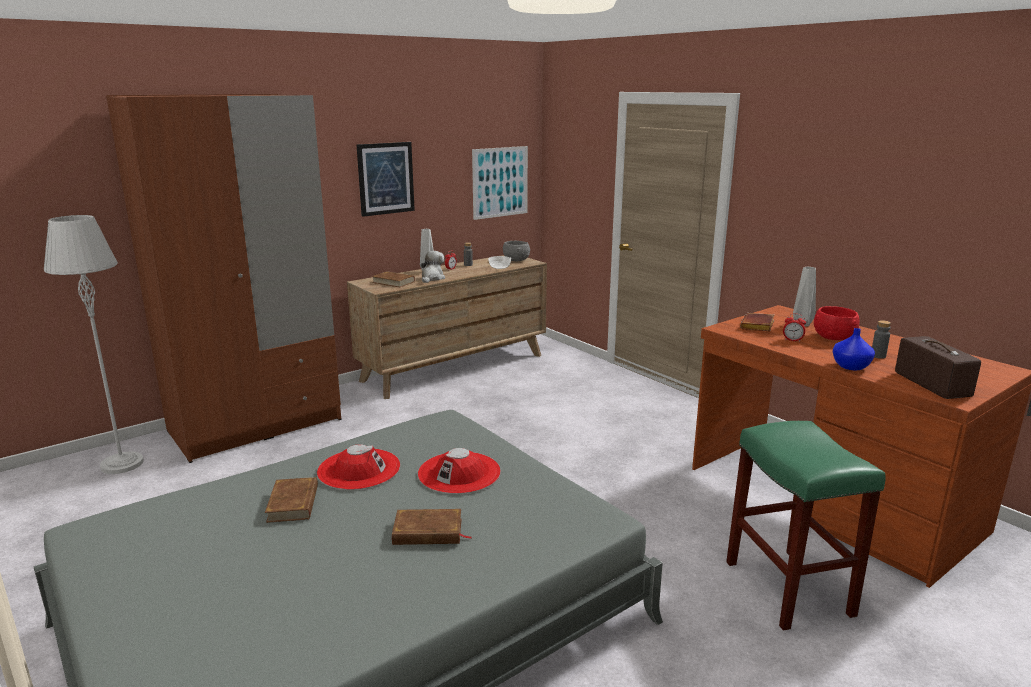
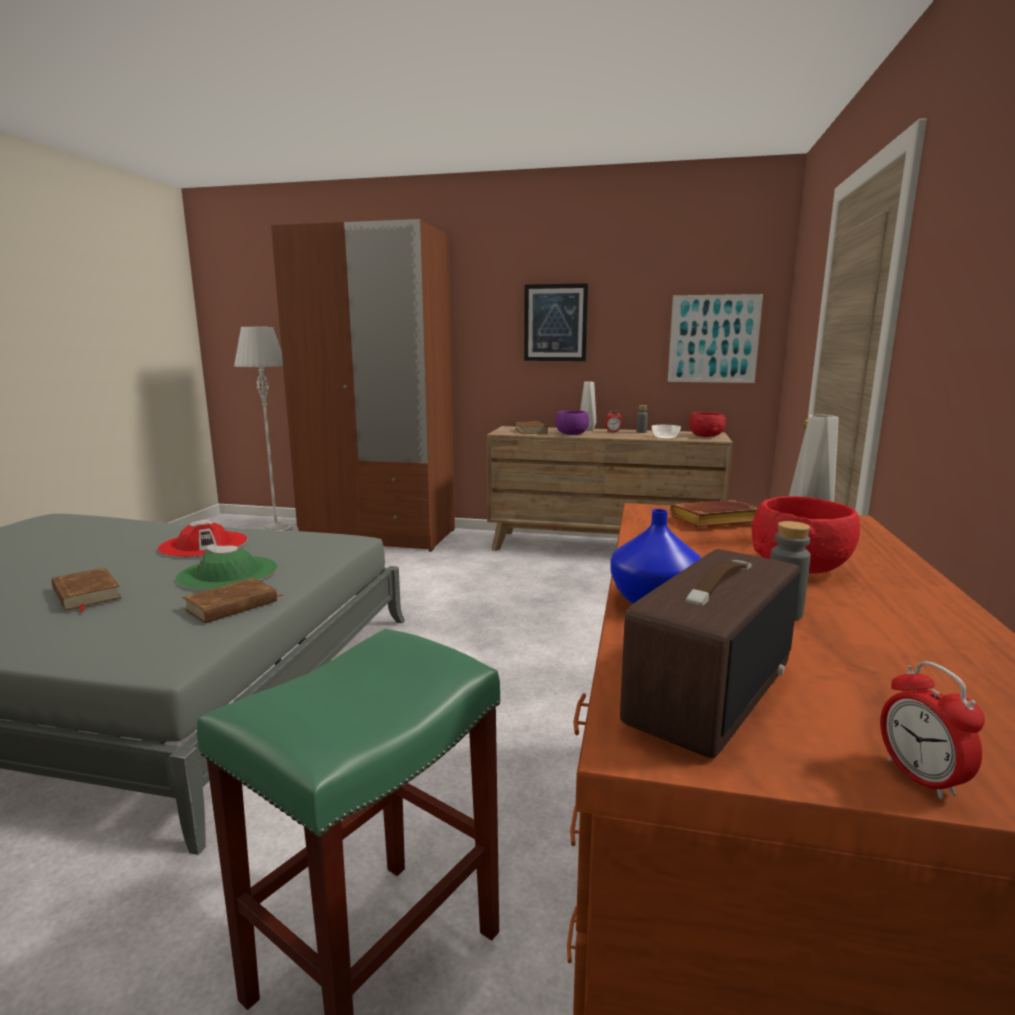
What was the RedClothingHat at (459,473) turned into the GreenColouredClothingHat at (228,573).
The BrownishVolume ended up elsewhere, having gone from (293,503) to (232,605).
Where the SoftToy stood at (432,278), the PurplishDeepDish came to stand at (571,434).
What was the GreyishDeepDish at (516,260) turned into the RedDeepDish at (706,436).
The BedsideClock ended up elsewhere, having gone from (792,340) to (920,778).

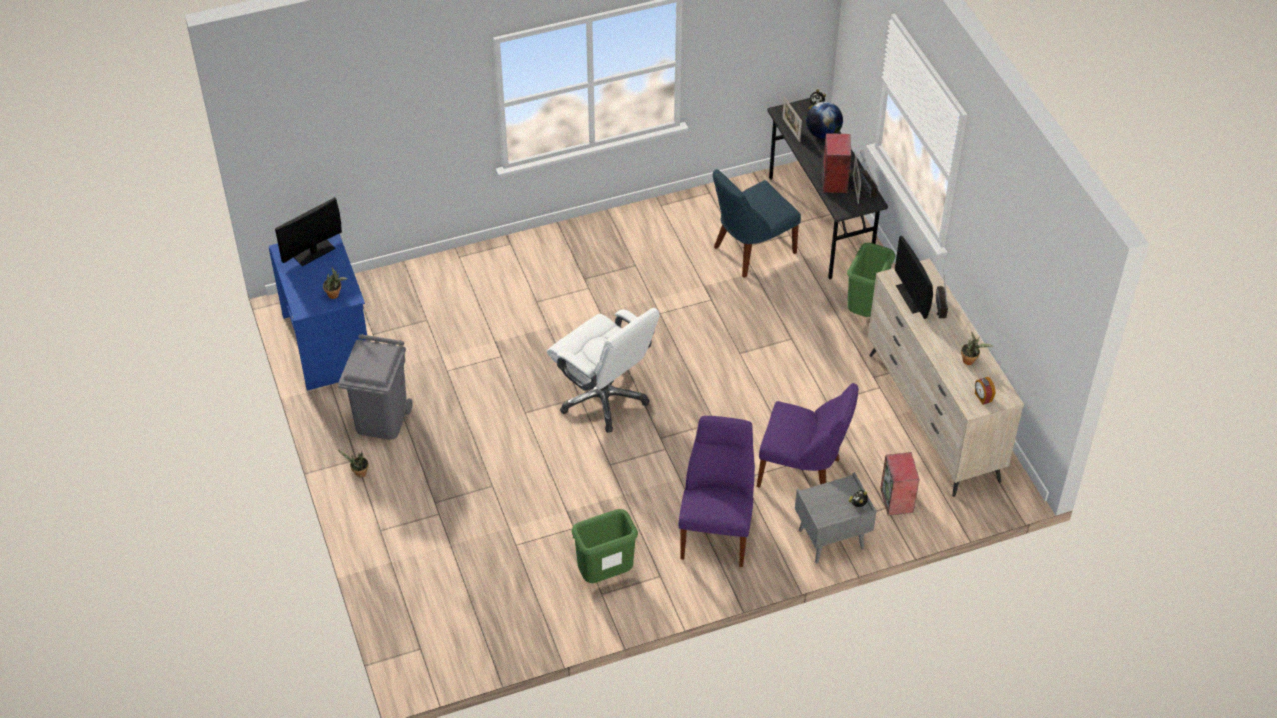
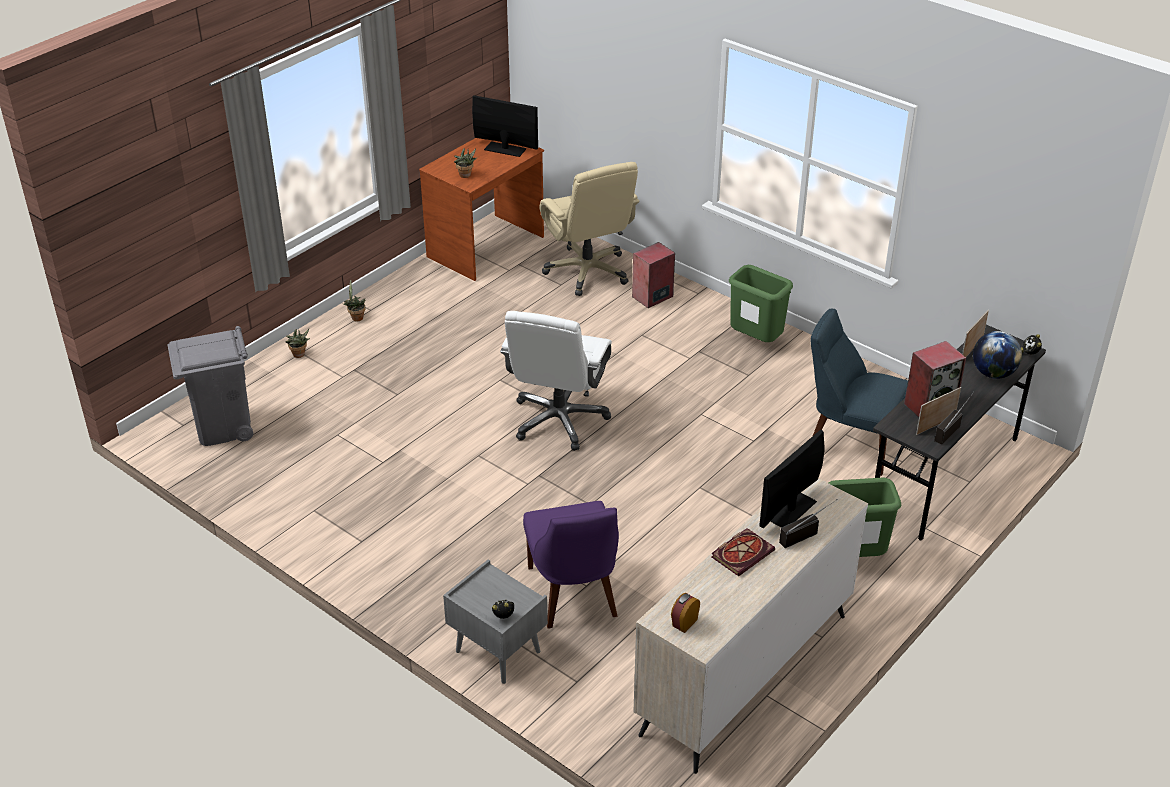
The GreyishRubbishBin ended up elsewhere, having gone from (382,420) to (223,427).
The Houseplant ended up elsewhere, having gone from (970,360) to (299,355).
What was the BlueDesk at (329,344) turned into the BrownishDesk at (486,247).
The second view gained the BeigeComputerChair at (588,271).
The Speaker ended up elsewhere, having gone from (897,501) to (652,297).
The second view gained the Volume at (742,553).
The GreenColouredRubbishBin ended up elsewhere, having gone from (605,574) to (756,341).
The second view lost the PurplishPlainChair at (717,530).

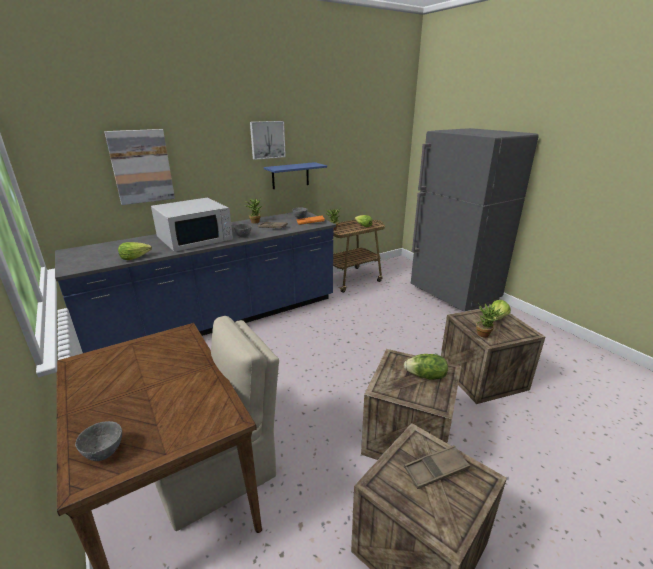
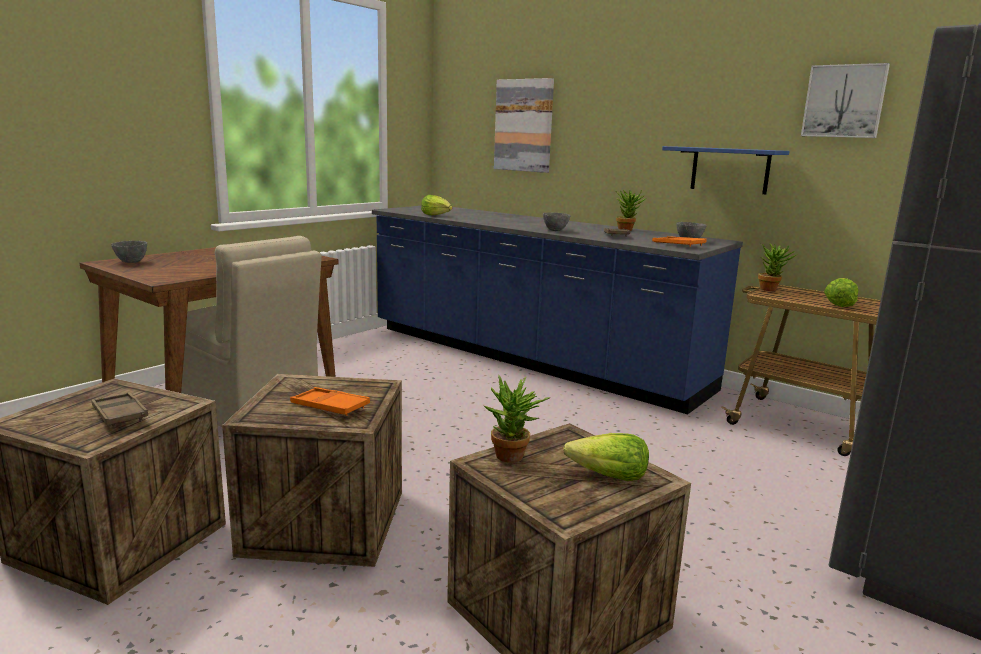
Where the LettuceHead stood at (426,376), the OrangeColouredCarryingTray came to stand at (329,407).
The WallPicture ended up elsewhere, having gone from (267,139) to (844,101).
The second view lost the WhiteMicrowaveOven at (195,239).

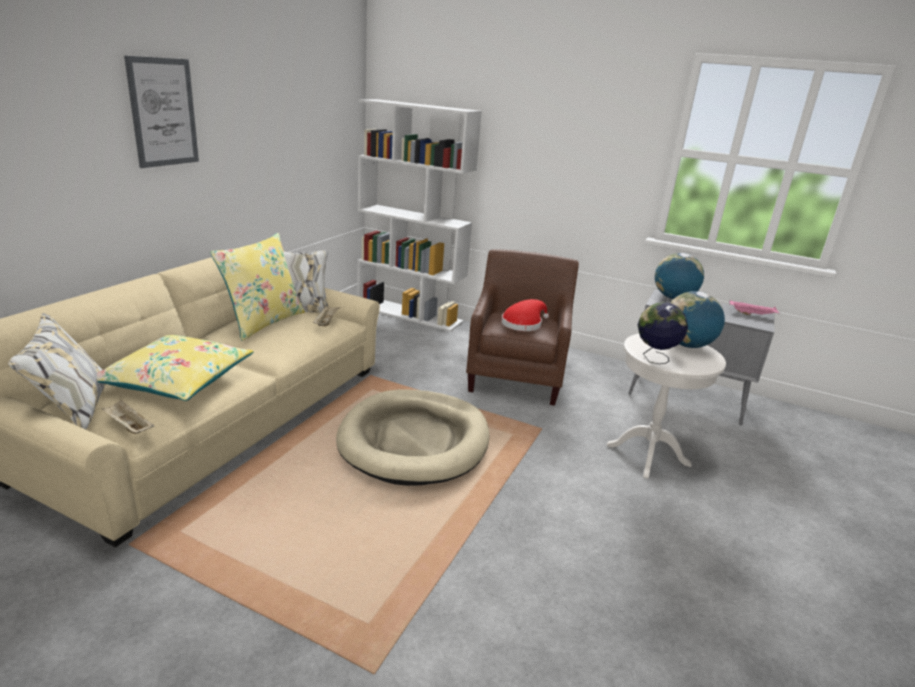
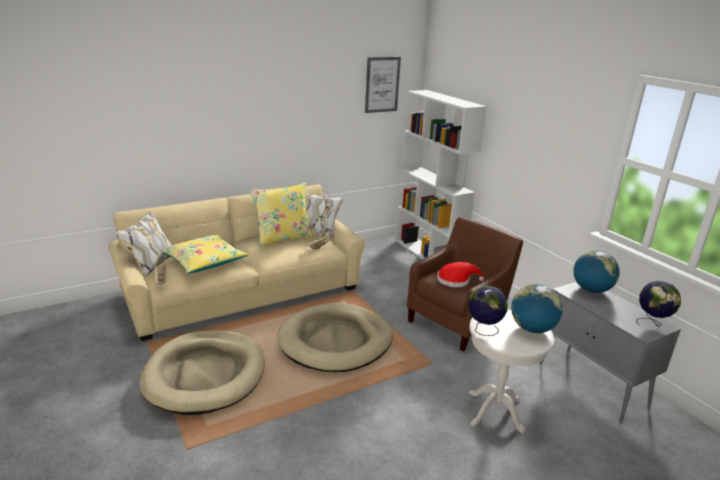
The second view gained the BeigeDogCushion at (205,374).
The WallPicture ended up elsewhere, having gone from (163,112) to (382,84).
Where the PinkishCarryingTray stood at (752,314), the Globe came to stand at (652,323).

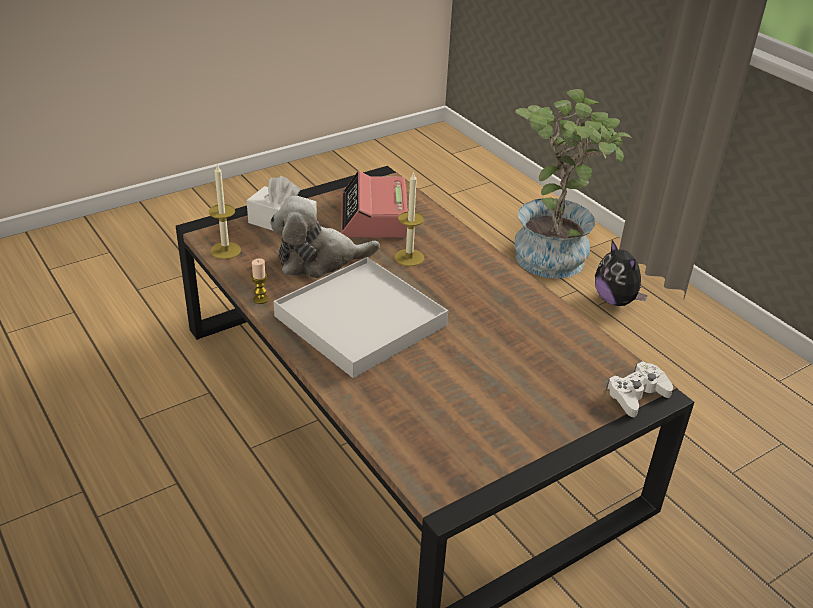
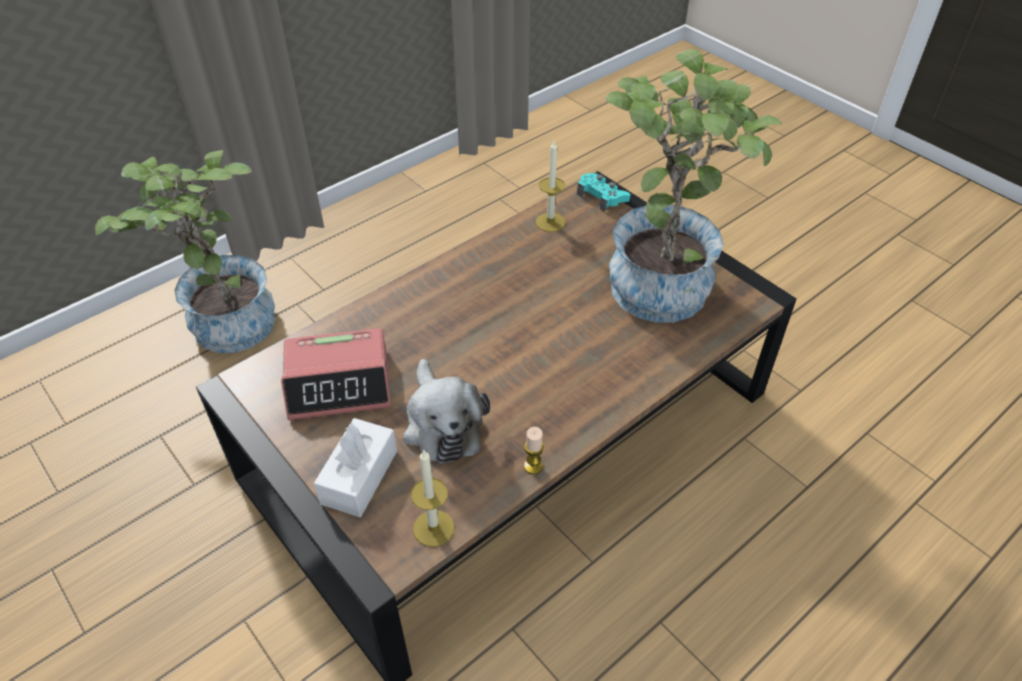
The WaxCandle ended up elsewhere, having gone from (409,257) to (550,222).
What was the WhiteGameController at (636,395) turned into the BlueGreenGameController at (602,196).
The second view gained the Houseplant at (663,278).
The second view lost the WhiteCarryingTray at (360,321).
The second view lost the SoftToy at (616,300).

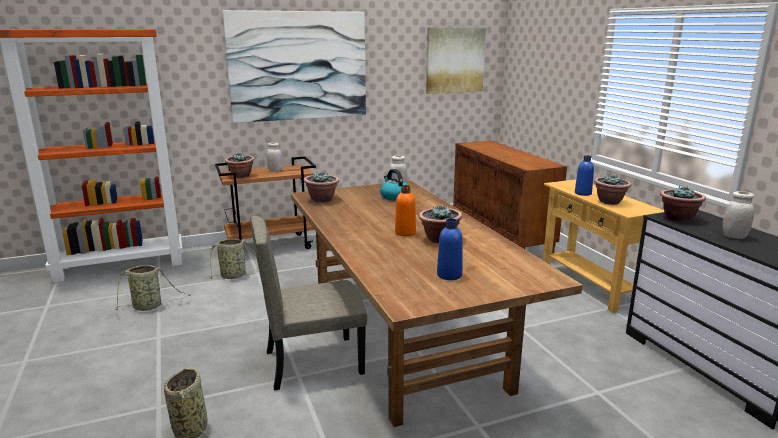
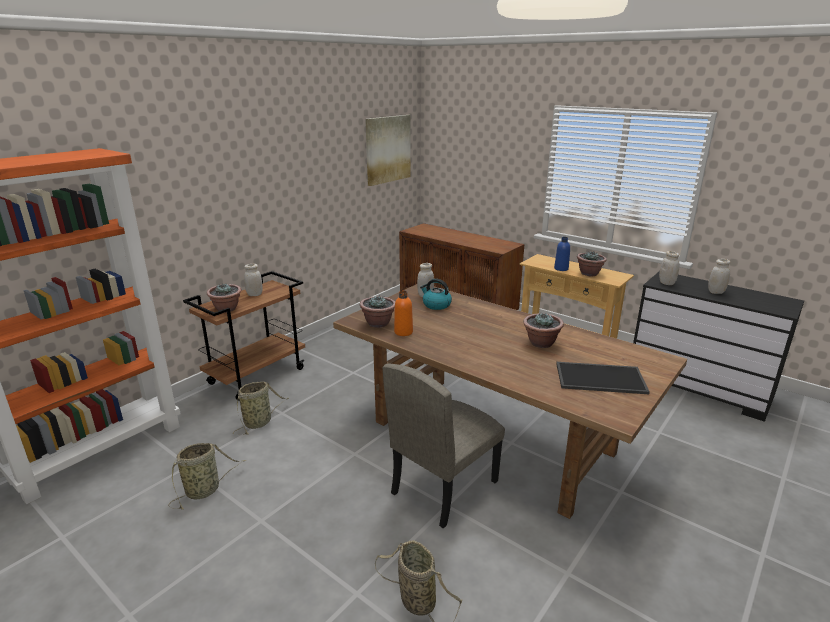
The OrangeColouredBottle ended up elsewhere, having gone from (405,233) to (403,332).
Where the BlueBottle stood at (449,275), the CarryingTray came to stand at (601,377).
Where the Houseplant stood at (678,218), the WhiteStorageJar came to stand at (666,283).
The second view lost the WallPicture at (298,66).

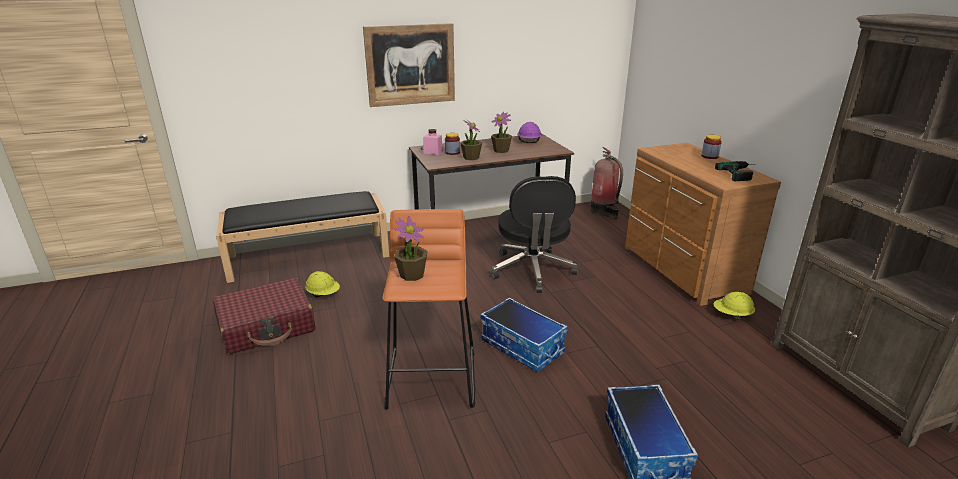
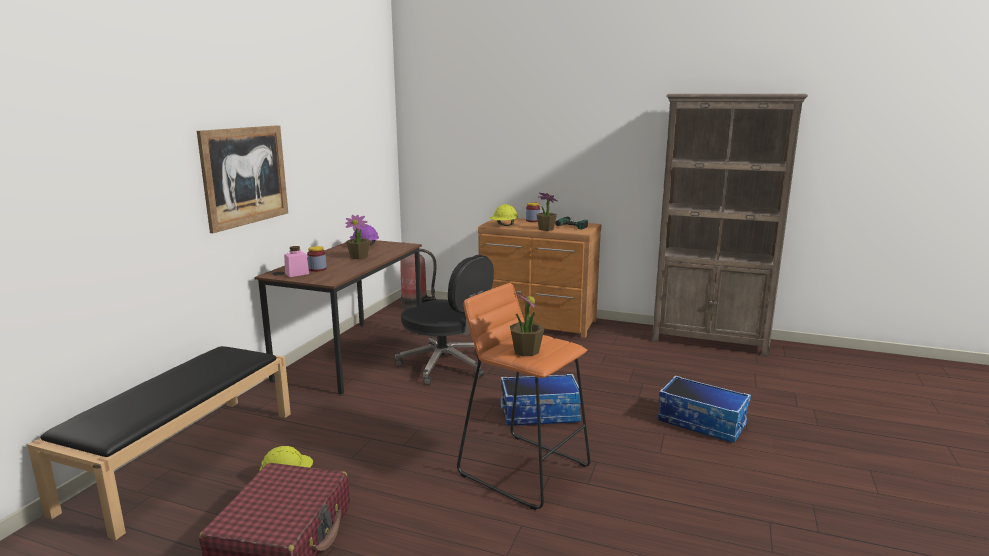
The YellowishHardHat ended up elsewhere, having gone from (732,315) to (503,225).
The Houseplant ended up elsewhere, having gone from (471,157) to (546,229).

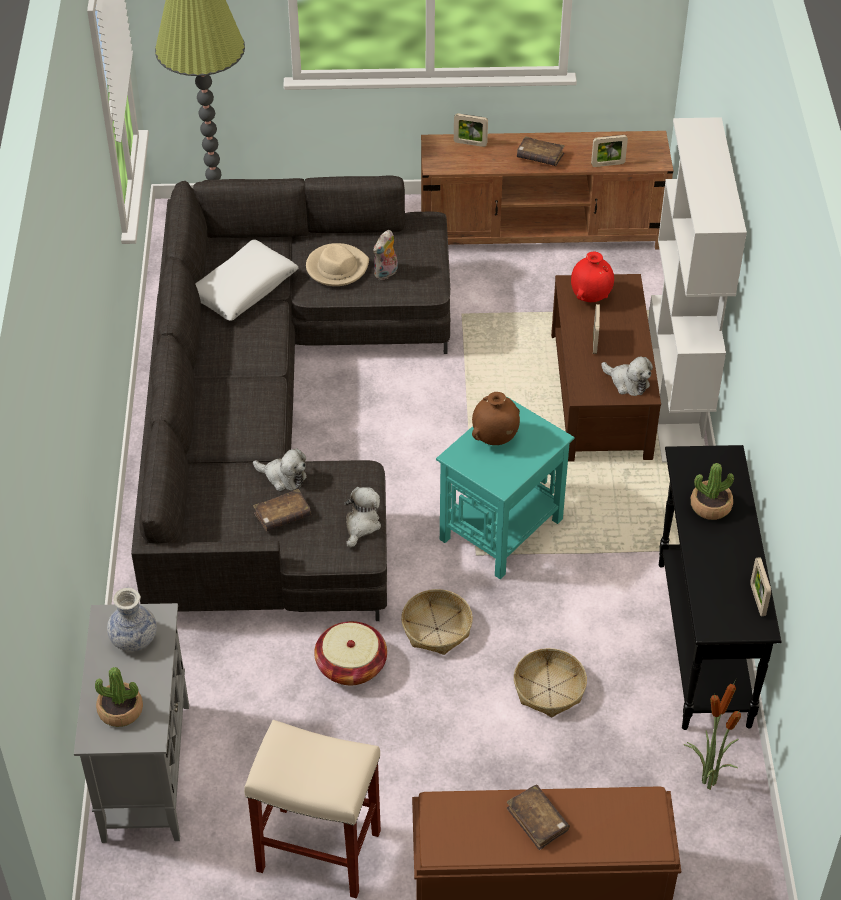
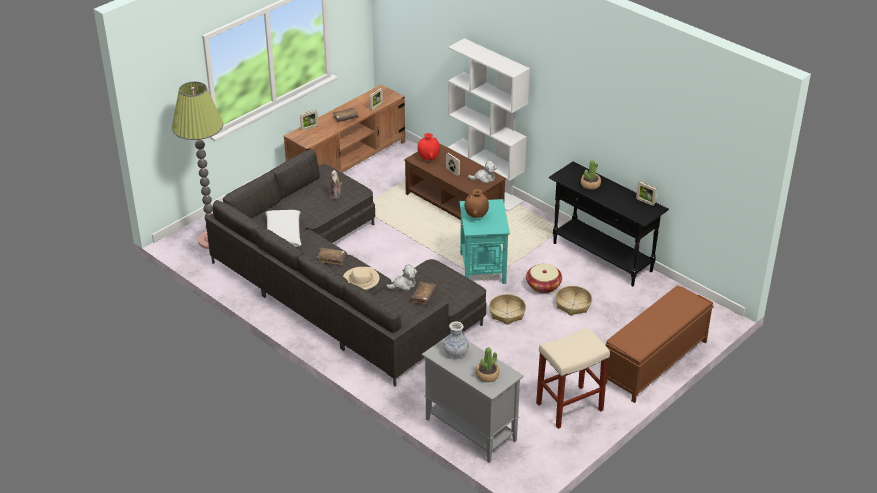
The BrownishVolume ended up elsewhere, having gone from (537,821) to (331,259).
The BeigeClothingHat ended up elsewhere, having gone from (337,267) to (361,280).
The HouseholdBasket ended up elsewhere, having gone from (351,665) to (543,286).
The second view lost the SoftToy at (361,525).
The second view lost the Houseplant at (707,780).

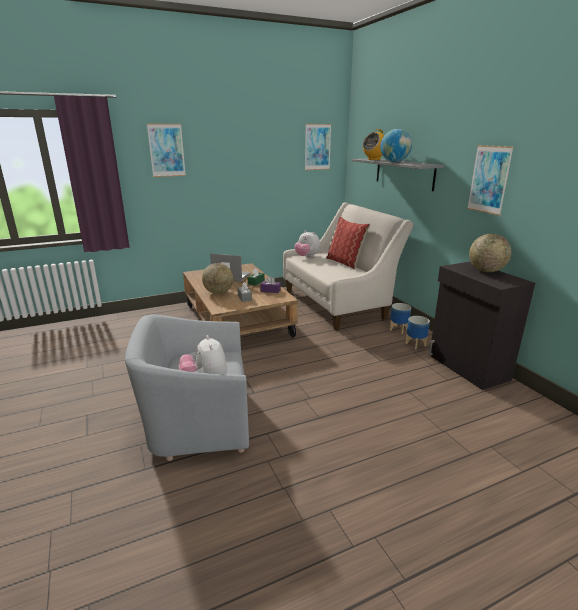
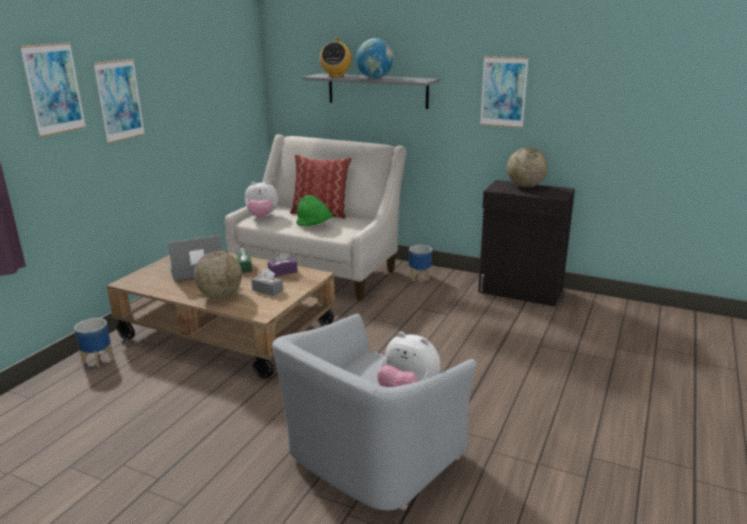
The FlowerPot ended up elsewhere, having gone from (415,344) to (98,360).
The WallPicture ended up elsewhere, having gone from (317,147) to (119,100).
The second view gained the GreenColouredClothingHat at (314,225).

